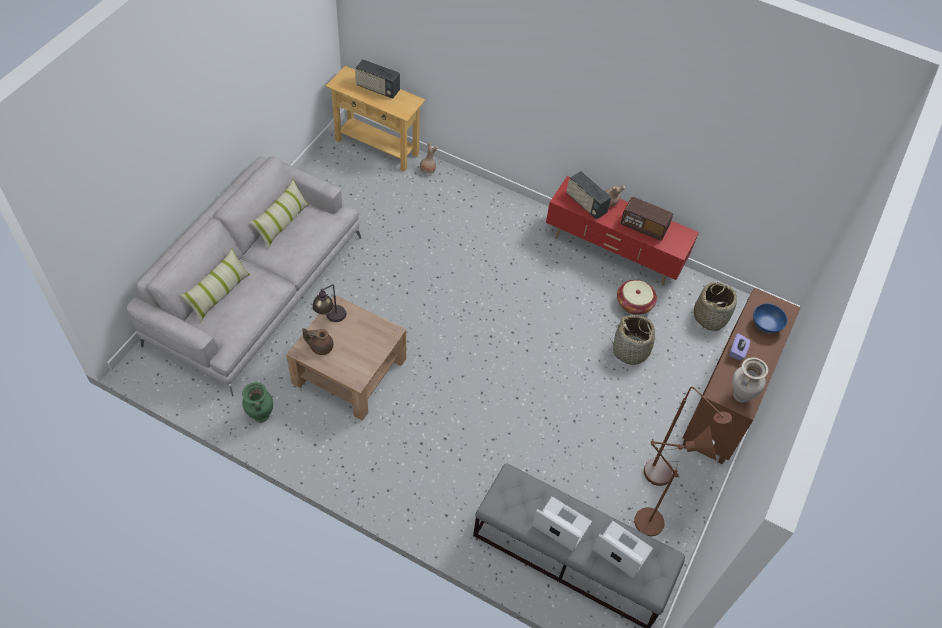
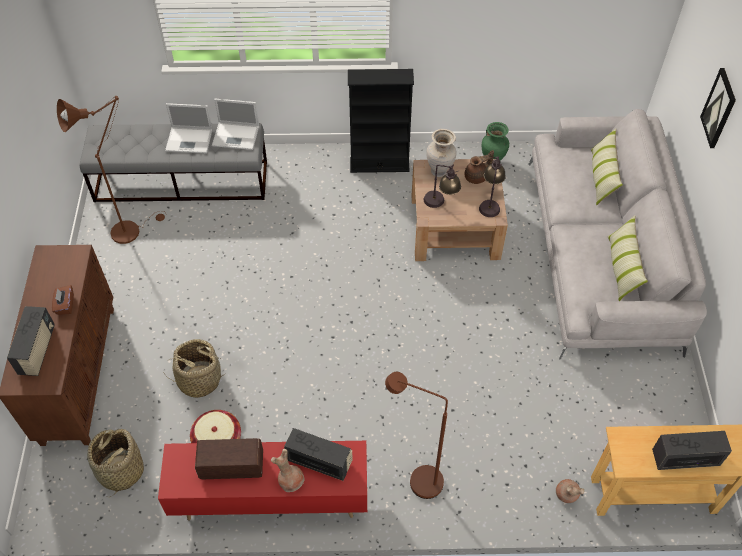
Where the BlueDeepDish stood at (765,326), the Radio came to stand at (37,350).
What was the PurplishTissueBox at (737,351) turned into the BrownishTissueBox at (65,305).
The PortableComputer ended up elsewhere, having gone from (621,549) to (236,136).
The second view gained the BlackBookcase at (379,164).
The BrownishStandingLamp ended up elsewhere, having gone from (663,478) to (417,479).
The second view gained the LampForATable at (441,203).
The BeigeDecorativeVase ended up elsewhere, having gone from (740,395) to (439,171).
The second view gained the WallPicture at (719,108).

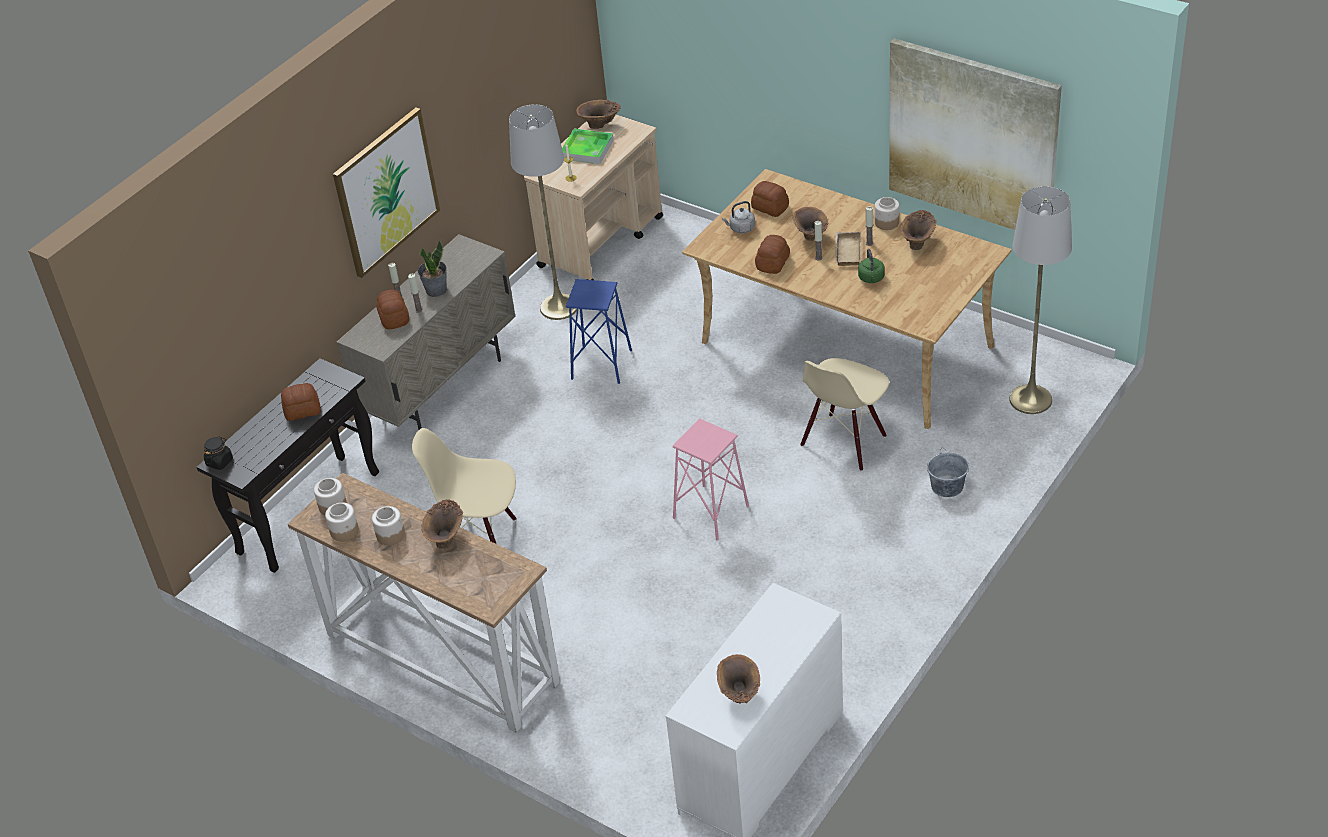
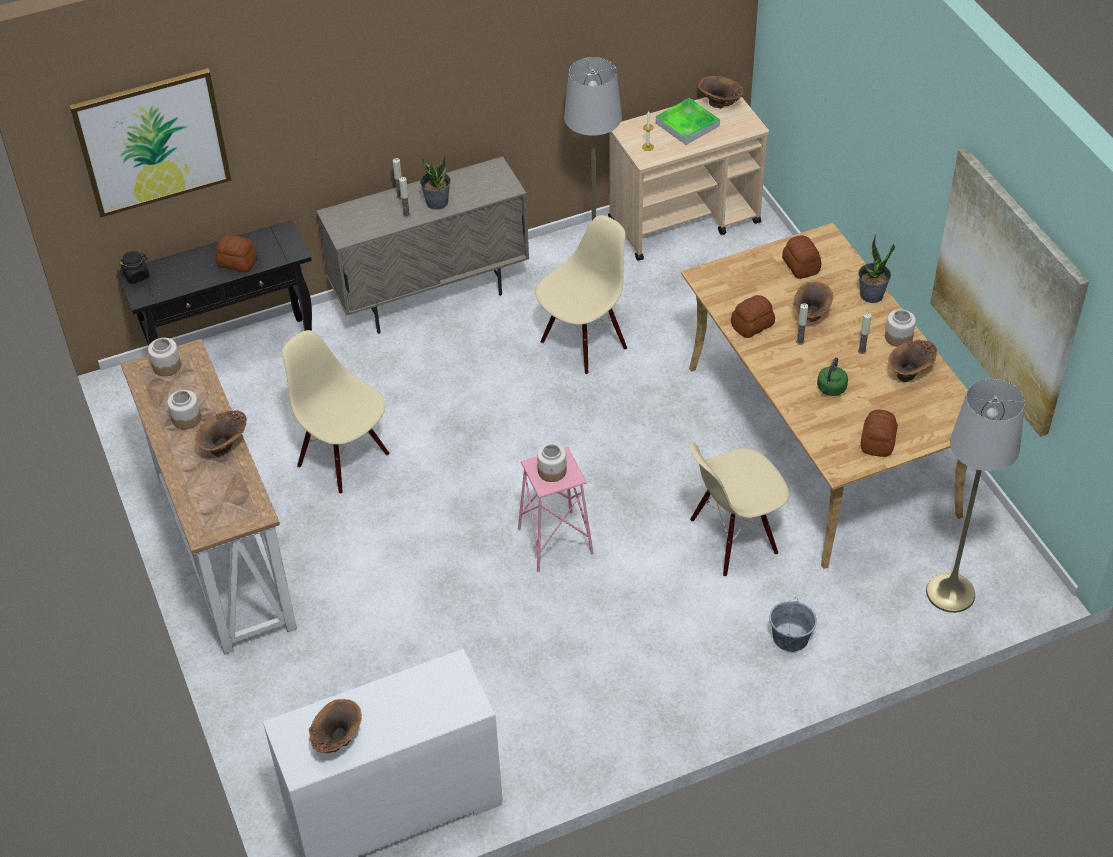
The WallPicture ended up elsewhere, having gone from (386,192) to (152,142).
Where the BlueStool stood at (601,364), the BeigePlainChair came to stand at (583,344).
The StorageJar ended up elsewhere, having gone from (344,531) to (552,471).
The second view gained the Houseplant at (871,295).
The Bread ended up elsewhere, having gone from (394,317) to (878,441).
The second view lost the GreyishTeaKettle at (741,228).
The second view lost the BeigeCarryingTray at (846,251).

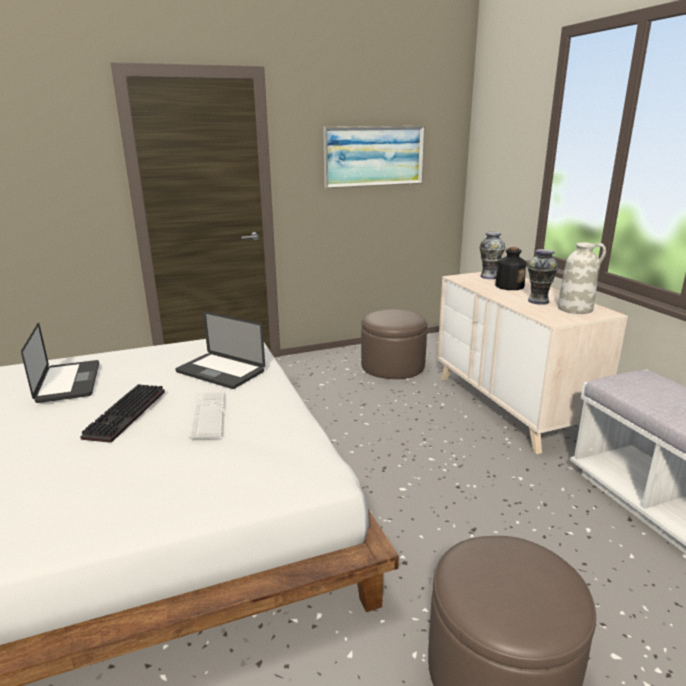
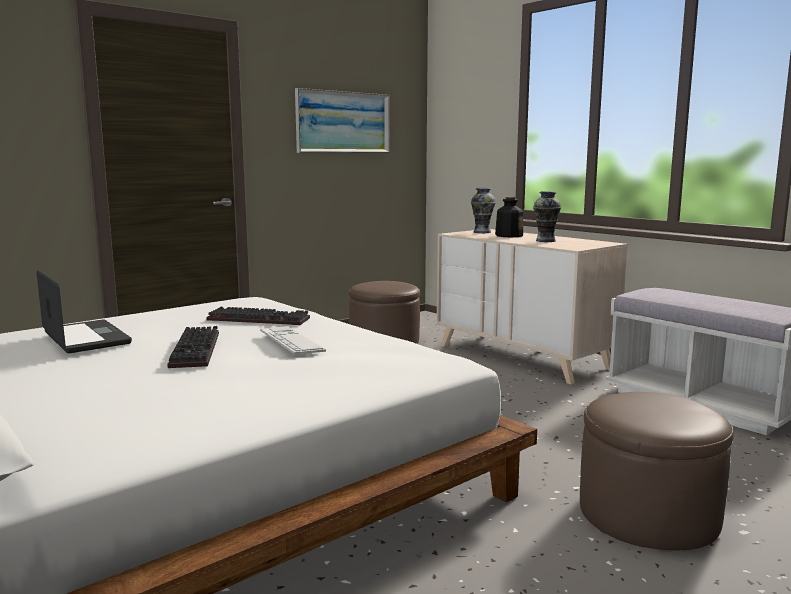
Where the PortableComputer stood at (220,372), the Keyboard came to stand at (261,319).
The second view lost the WhiteDecorativeVase at (575,309).

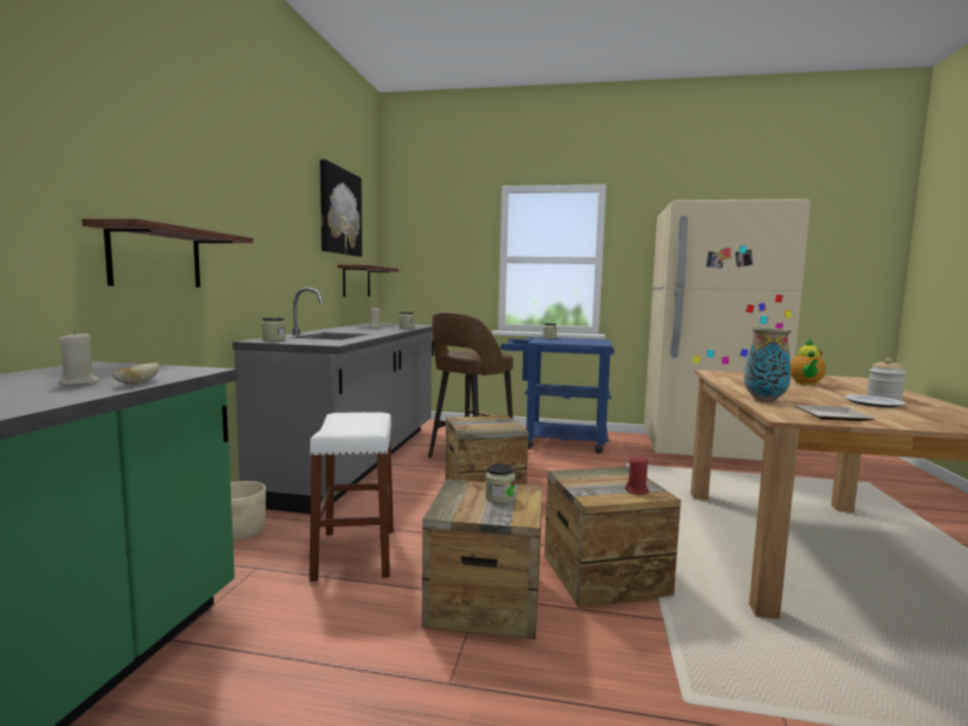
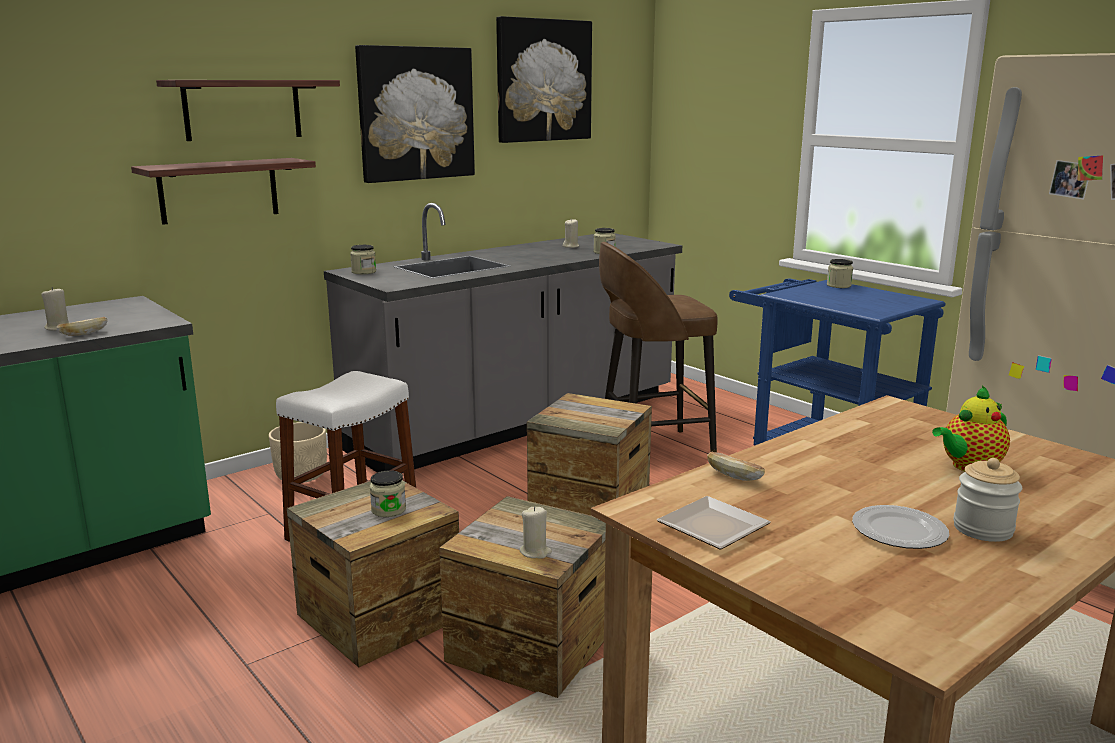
The Shelf ended up elsewhere, having gone from (356,281) to (242,109).
The second view gained the WallPicture at (415,114).
What was the RedWaxCandle at (637,491) turned into the BeigeWaxCandle at (535,552).
Where the DecorativeVase stood at (764,400), the Bread came to stand at (734,477).

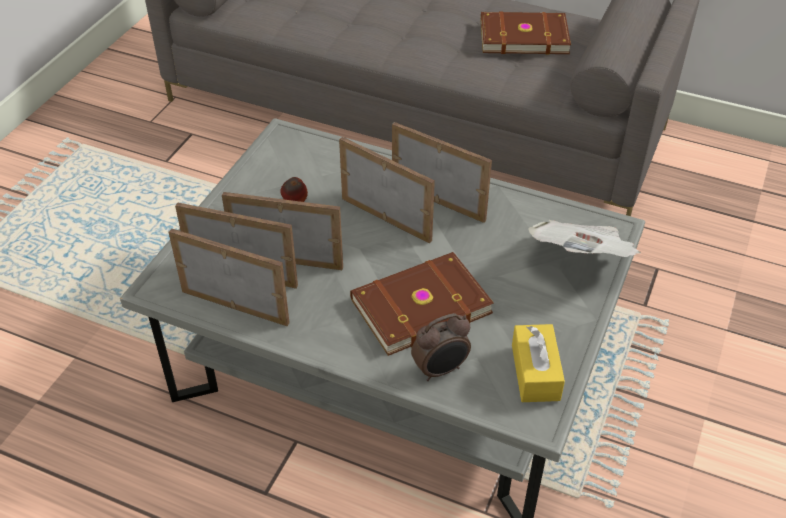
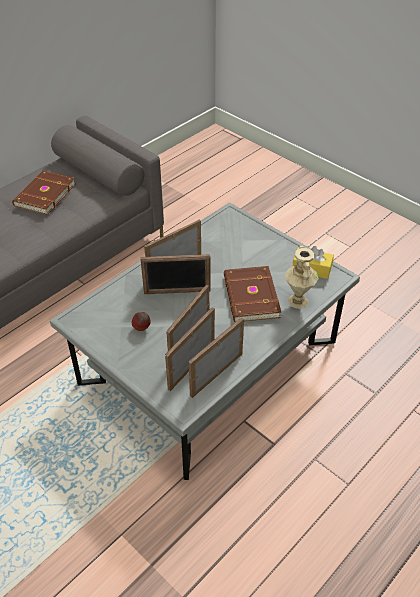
The PhotoFrame at (386,219) ended up facing another way, 150 degrees counterclockwise from before.
Where the BedsideClock stood at (441,370), the BeigeDecorativeVase came to stand at (297,301).
The second view lost the DailyPaper at (582,259).

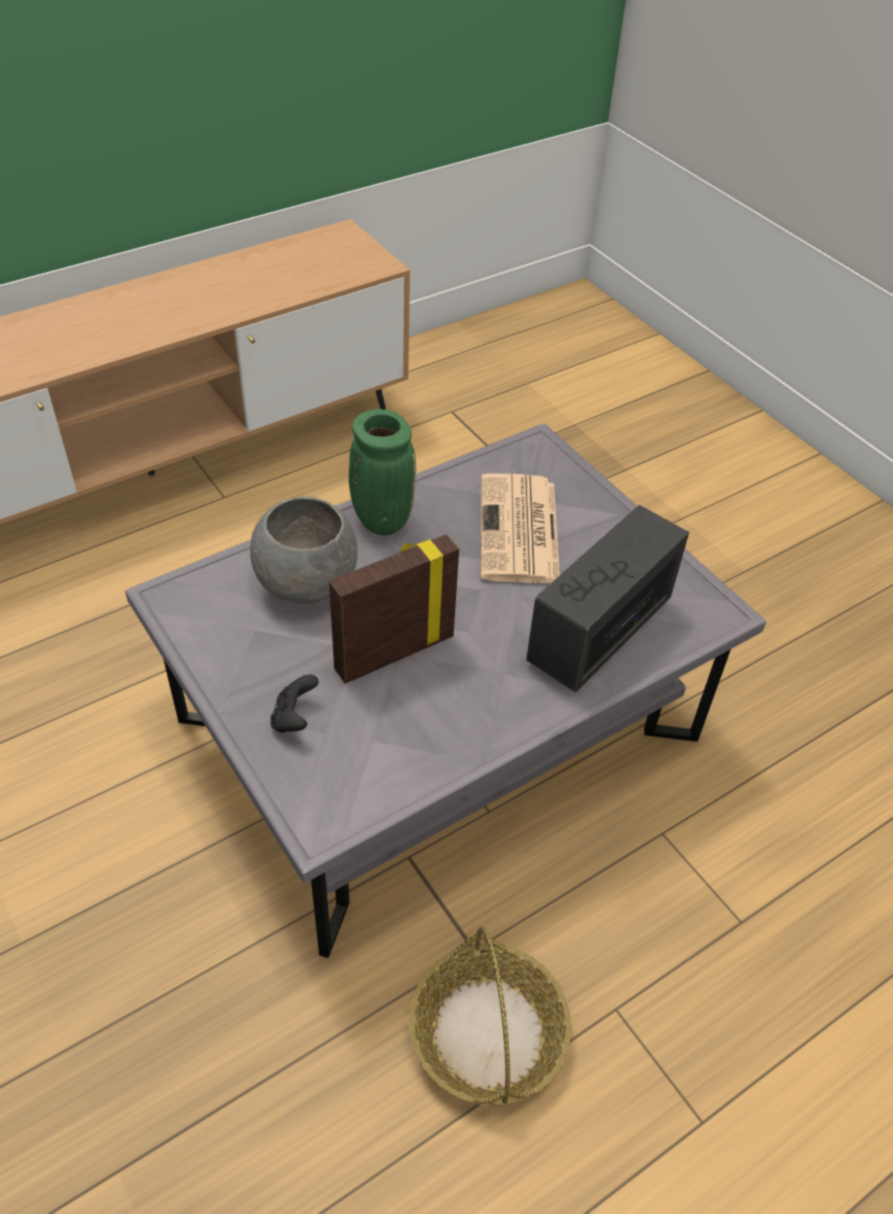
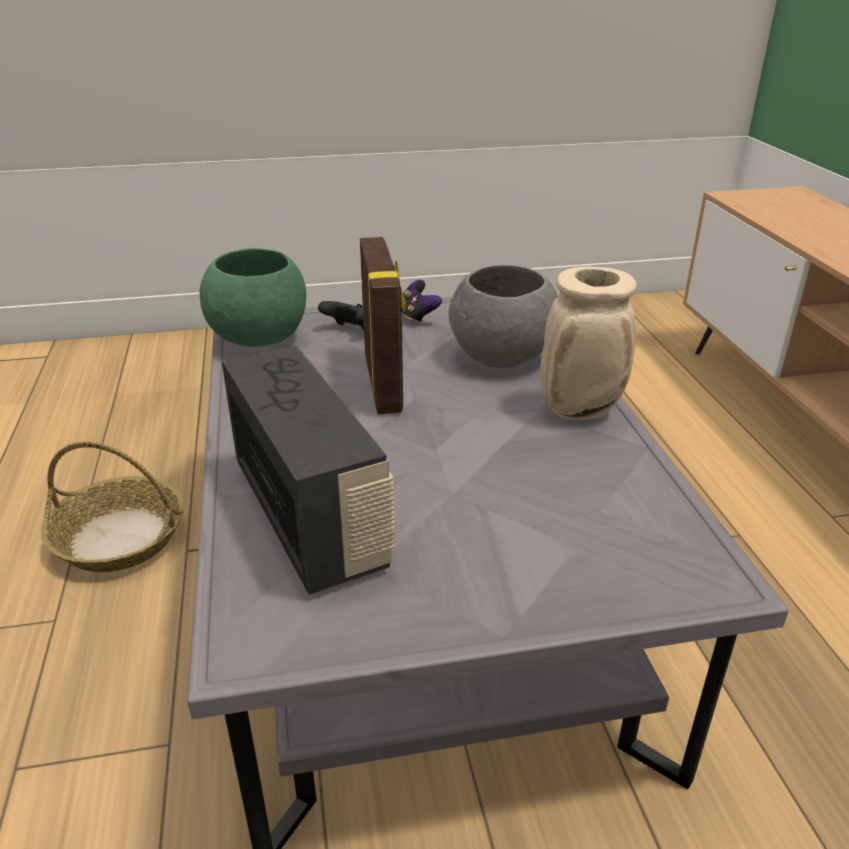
The second view gained the GreenColouredDeepDish at (259,338).
The second view gained the GameController at (417,317).
What was the GreenColouredDecorativeVase at (380,519) turned into the BeigeDecorativeVase at (581,409).
The second view lost the DailyPaper at (519,531).

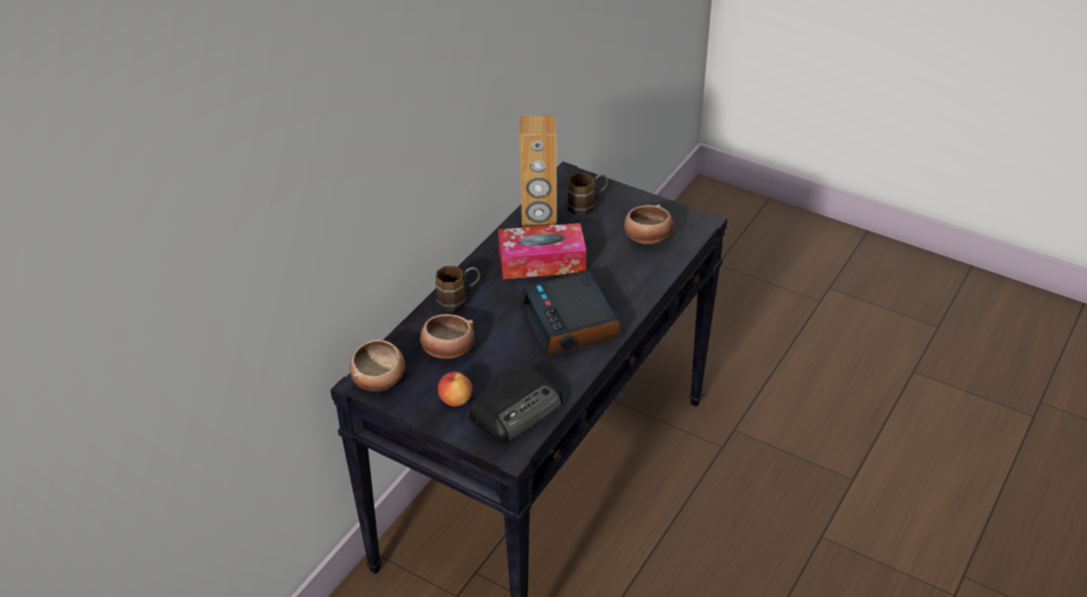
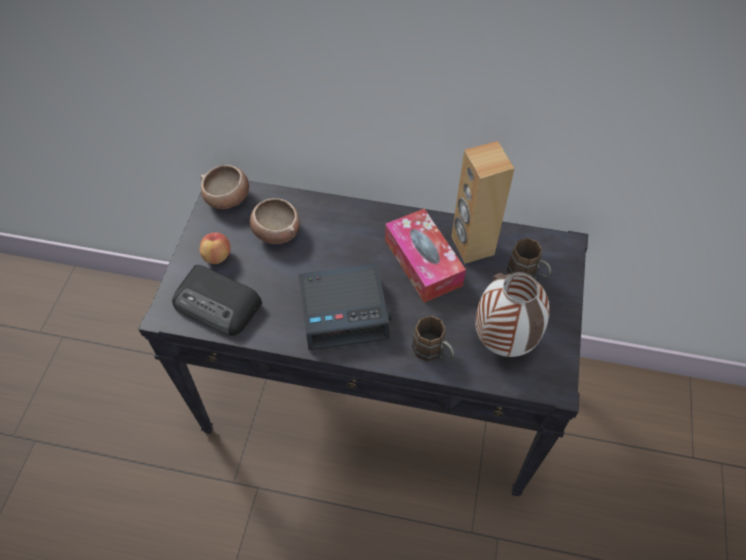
The BedsideClock at (570,323) ended up facing another way, 150 degrees counterclockwise from before.
The BrownishCoffeeMug ended up elsewhere, having gone from (458,300) to (433,352).
Where the DeepDish stood at (647,238), the DecorativeVase came to stand at (502,342).

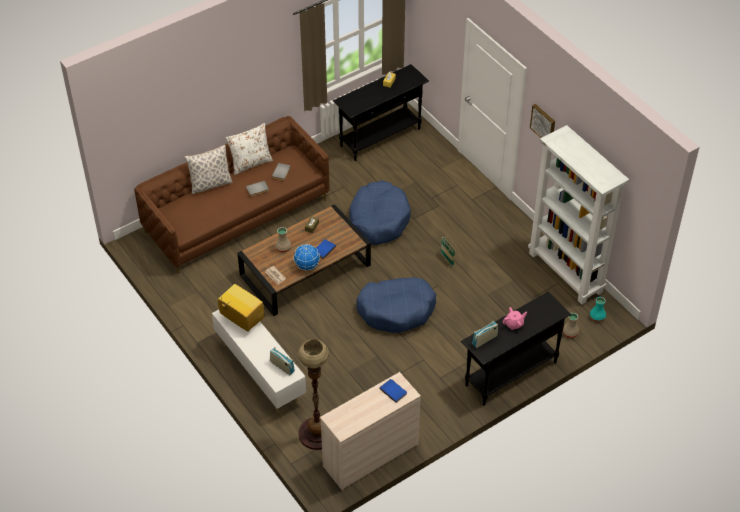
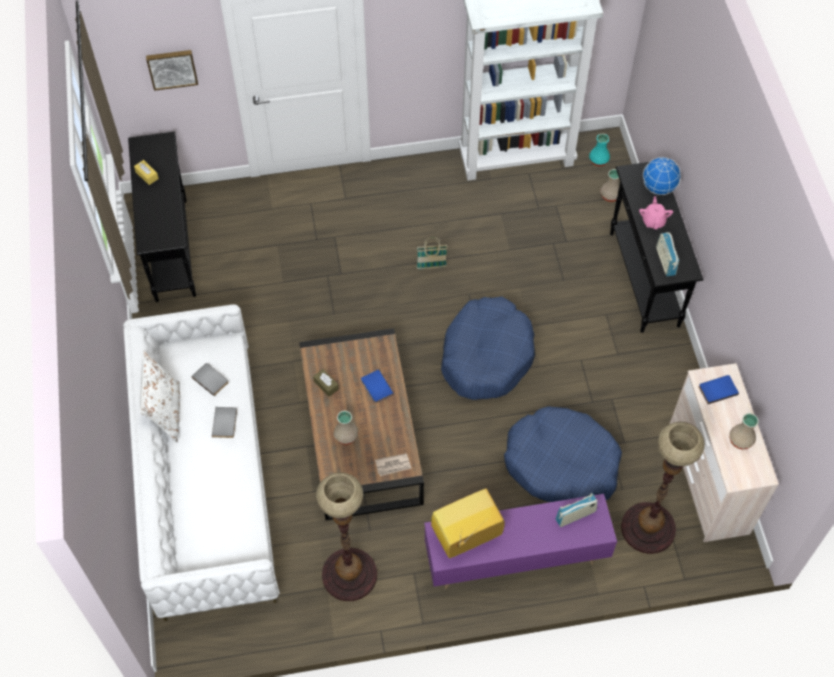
What was the BrownishSettee at (237,215) turned into the WhiteSettee at (207,481).
The WallPicture ended up elsewhere, having gone from (543,123) to (172,68).
The second view gained the StandingLamp at (349,575).
What was the WhiteTvUnit at (260,372) turned into the PurplishTvUnit at (514,559).
The BlueDogCushion ended up elsewhere, having gone from (378,220) to (561,464).
The Globe ended up elsewhere, having gone from (307,265) to (658,187).
The second view gained the BeigeDecorativeVase at (741,440).
The second view lost the Cushion at (210,184).

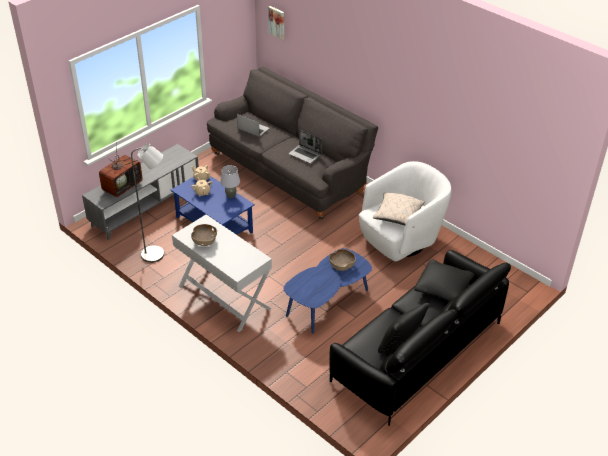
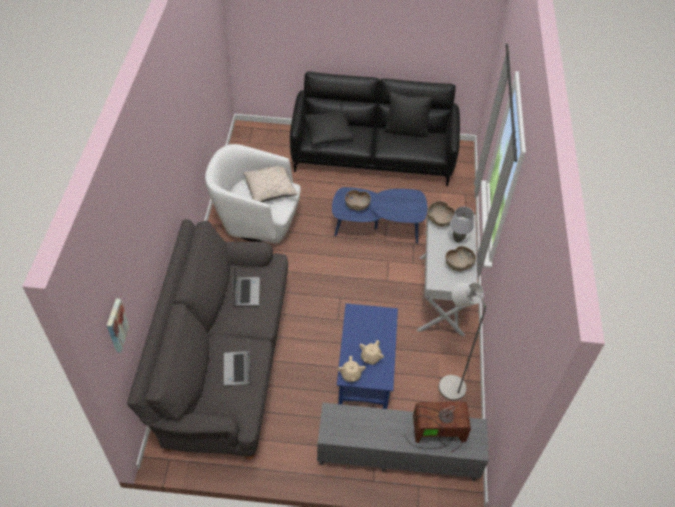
The second view gained the BrownishDeepDish at (439,220).
The GreyishLampForATable ended up elsewhere, having gone from (231,196) to (458,239).

